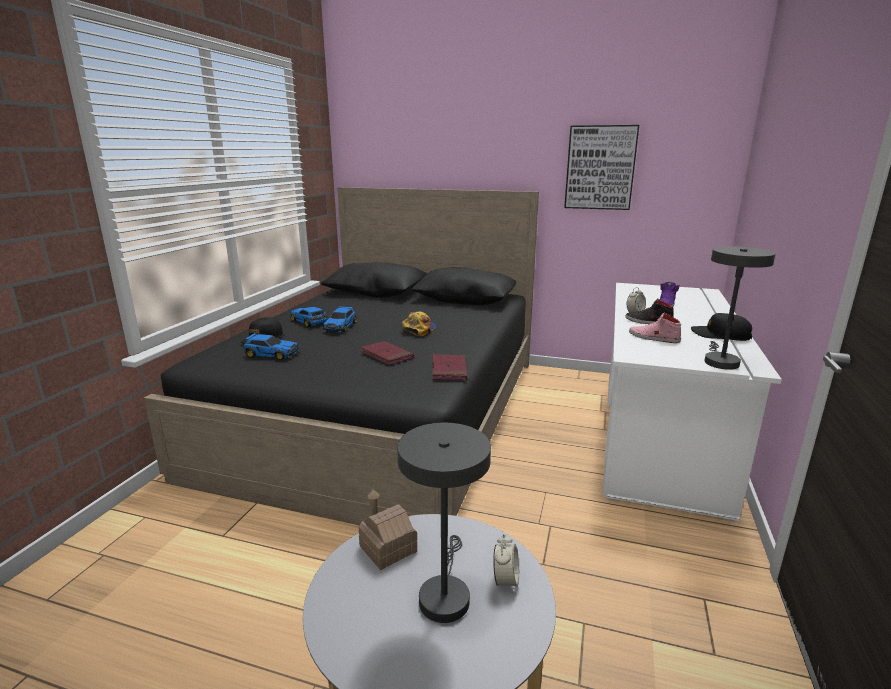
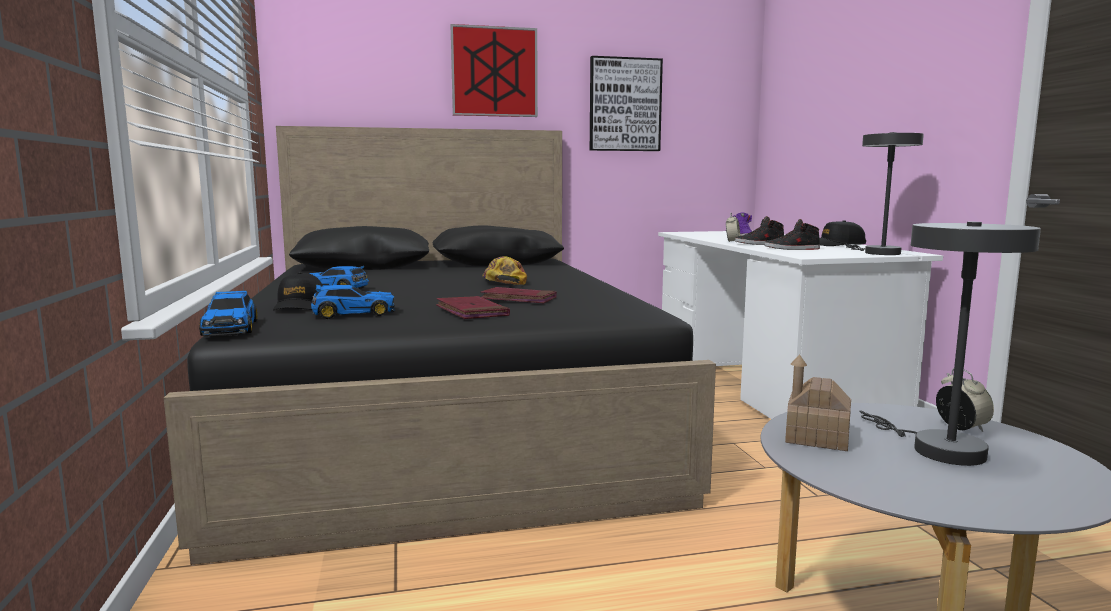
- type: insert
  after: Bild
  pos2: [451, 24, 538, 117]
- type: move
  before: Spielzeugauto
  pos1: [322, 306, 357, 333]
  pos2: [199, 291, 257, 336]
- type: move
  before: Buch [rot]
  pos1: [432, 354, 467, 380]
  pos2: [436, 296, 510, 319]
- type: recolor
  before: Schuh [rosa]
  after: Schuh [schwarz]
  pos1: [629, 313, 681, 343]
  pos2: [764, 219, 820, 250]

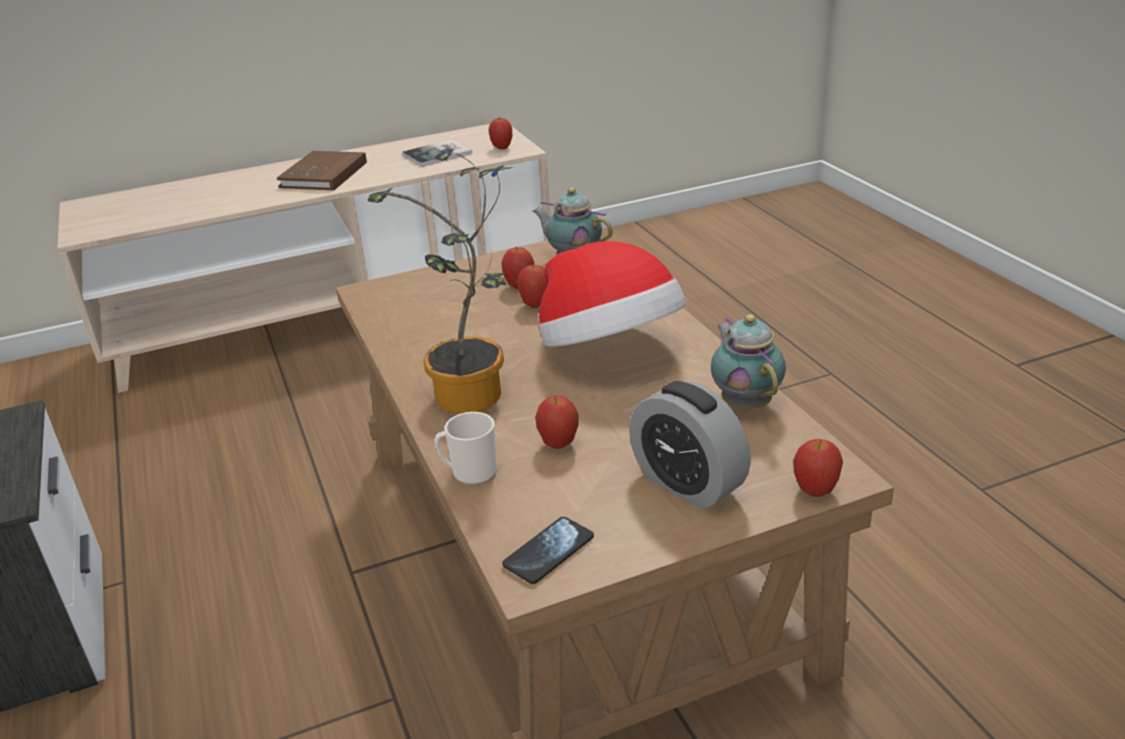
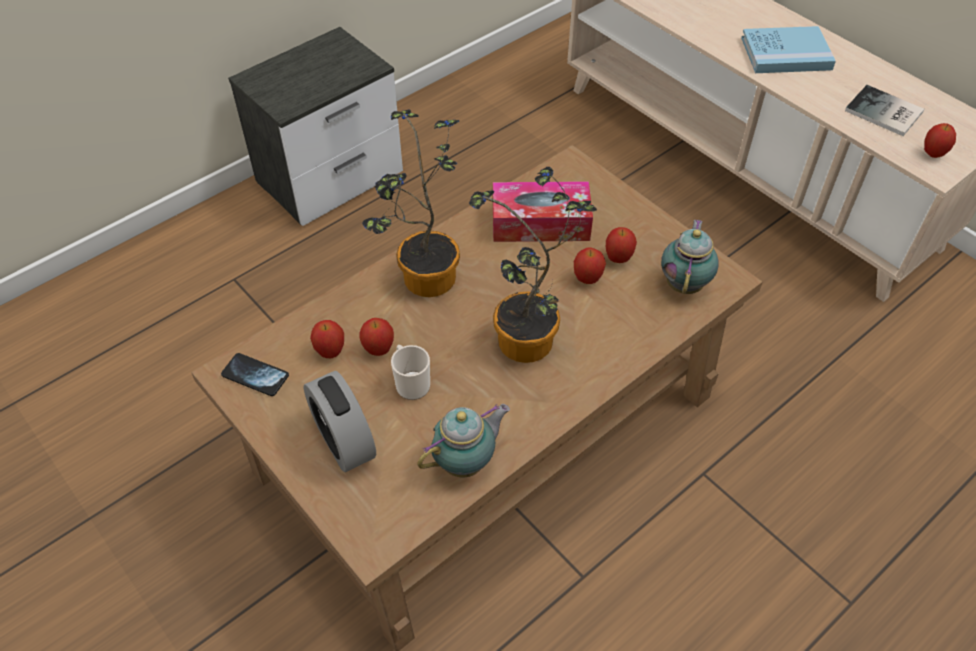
- type: insert
  after: Taschentuchbox
  pos2: [493, 181, 593, 242]
- type: move
  before: Henkelbecher
  pos1: [434, 412, 497, 485]
  pos2: [391, 345, 430, 400]
- type: move
  before: Apfel
  pos1: [793, 439, 843, 497]
  pos2: [310, 320, 344, 358]
- type: replace
  before: Hut
  after: Topfpflanze
  pos1: [539, 241, 686, 347]
  pos2: [469, 167, 597, 363]
- type: recolor
  before: Buch [braun]
  after: Buch [blau]
  pos1: [277, 151, 367, 190]
  pos2: [741, 26, 836, 73]
- type: rotate
  before: Wecker
  pos1: [629, 381, 751, 510]
  pos2: [304, 371, 376, 472]
  turn: -60

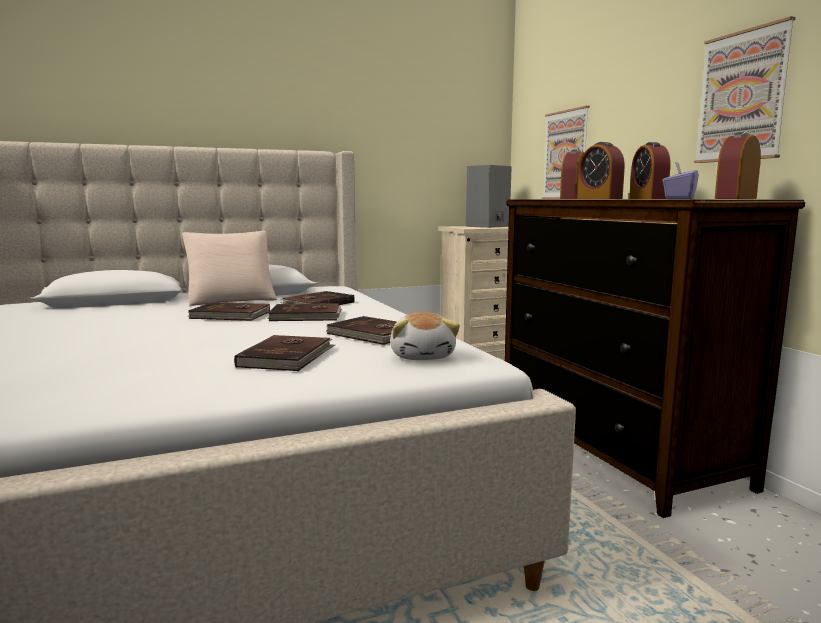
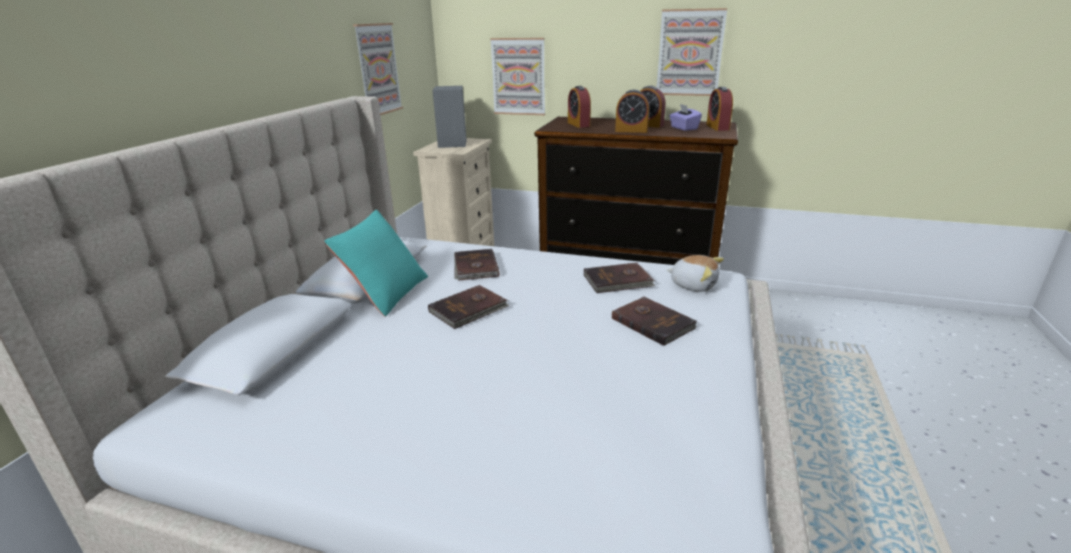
- type: delete
  before: Buch [braun]
  pos1: [268, 303, 342, 321]
- type: insert
  after: Bild
  pos2: [353, 23, 403, 115]
- type: recolor
  before: Kissen [beige]
  after: Kissen [türkis]
  pos1: [182, 231, 277, 306]
  pos2: [324, 210, 428, 316]

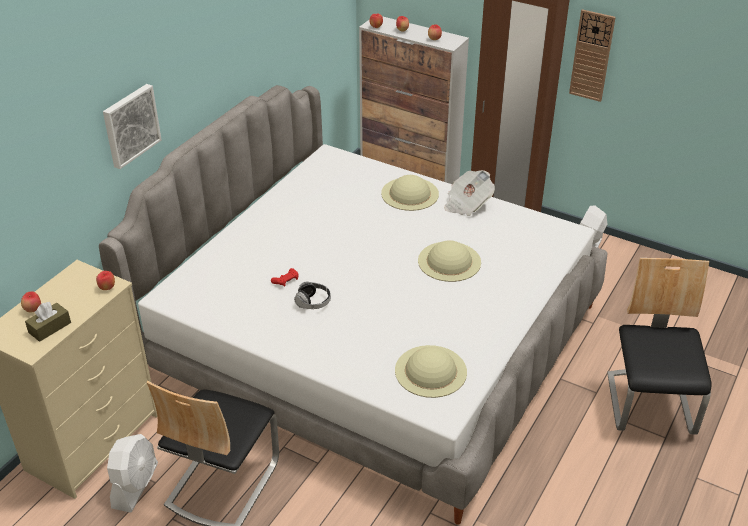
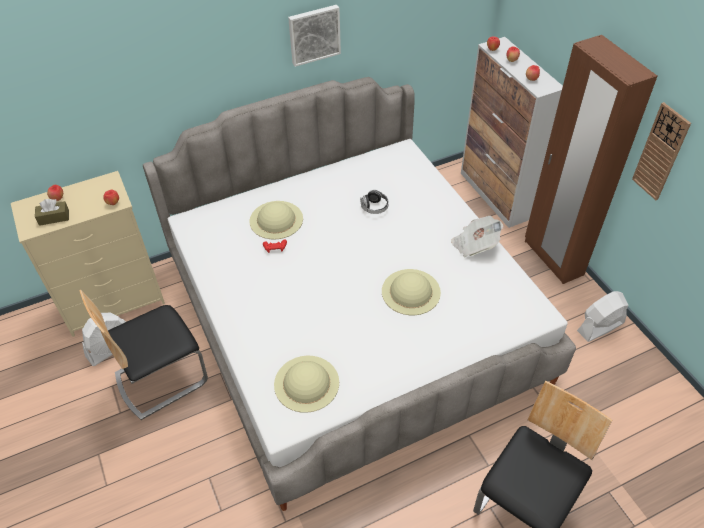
- type: move
  before: Bild
  pos1: [103, 84, 162, 169]
  pos2: [288, 5, 341, 67]
- type: move
  before: Kopfhörer
  pos1: [294, 282, 331, 309]
  pos2: [360, 190, 389, 214]
- type: move
  before: Hut [beige]
  pos1: [381, 175, 439, 211]
  pos2: [250, 201, 303, 240]

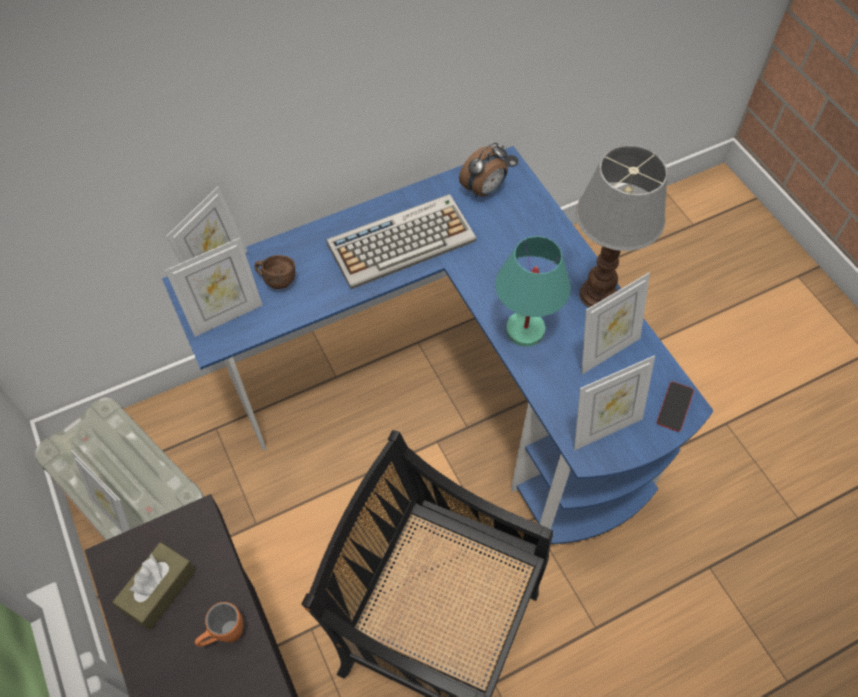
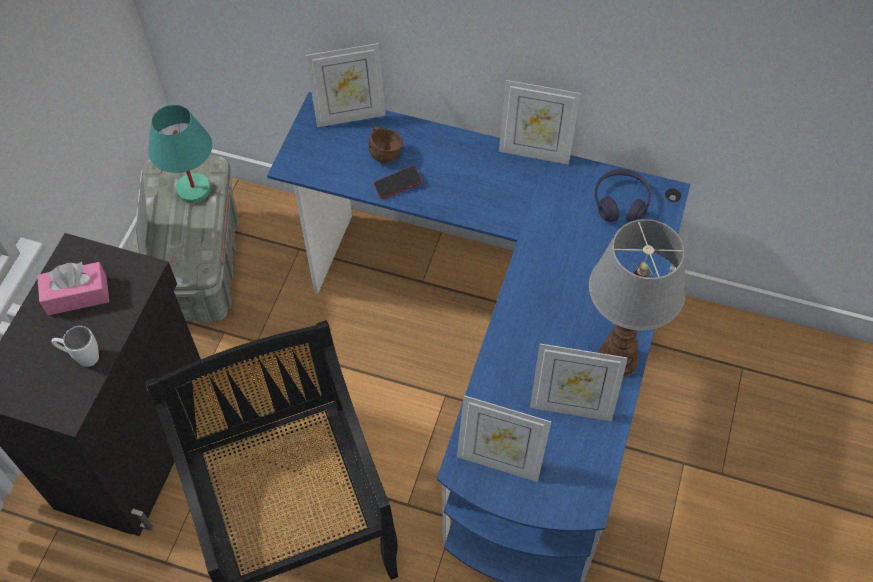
- type: delete
  before: Tastatur
  pos1: [326, 194, 476, 289]
- type: move
  before: Bilderrahmen
  pos1: [165, 238, 263, 337]
  pos2: [499, 80, 581, 165]
- type: move
  before: Tischlampe [türkis]
  pos1: [495, 236, 571, 347]
  pos2: [148, 105, 212, 203]
- type: move
  before: Handy
  pos1: [657, 381, 694, 432]
  pos2: [374, 166, 422, 199]
- type: replace
  before: Wecker
  after: Kopfhörer [lila]
  pos1: [459, 143, 508, 198]
  pos2: [595, 169, 651, 222]
- type: recolor
  before: Taschentuchbox [braun]
  after: Taschentuchbox [rosa]
  pos1: [113, 542, 196, 631]
  pos2: [37, 262, 109, 315]
- type: recolor
  before: Henkelbecher [orange]
  after: Henkelbecher [weiß]
  pos1: [195, 602, 243, 647]
  pos2: [51, 326, 99, 367]

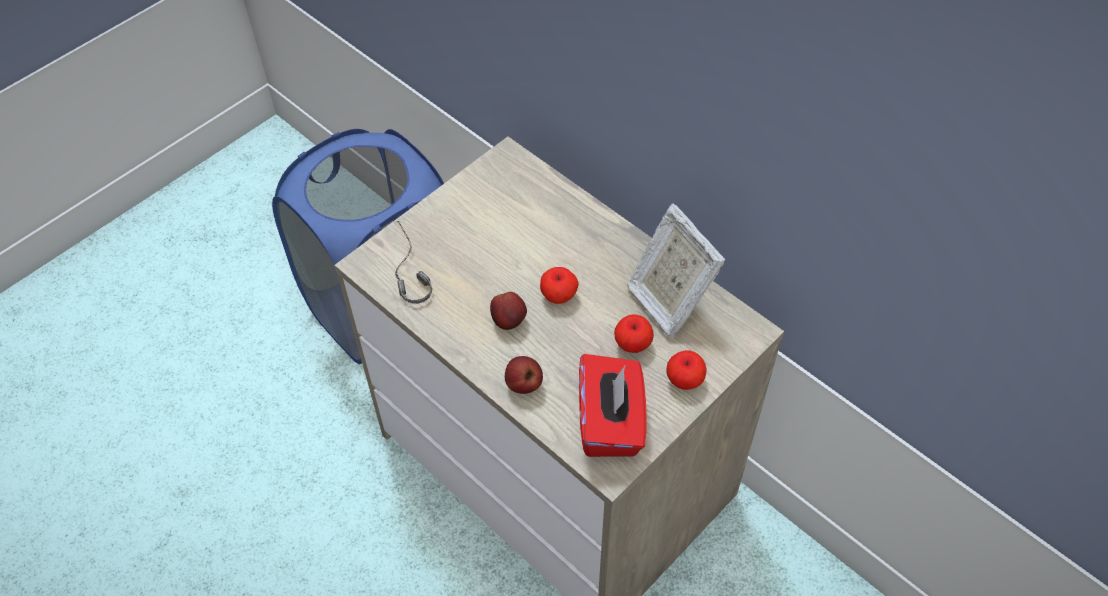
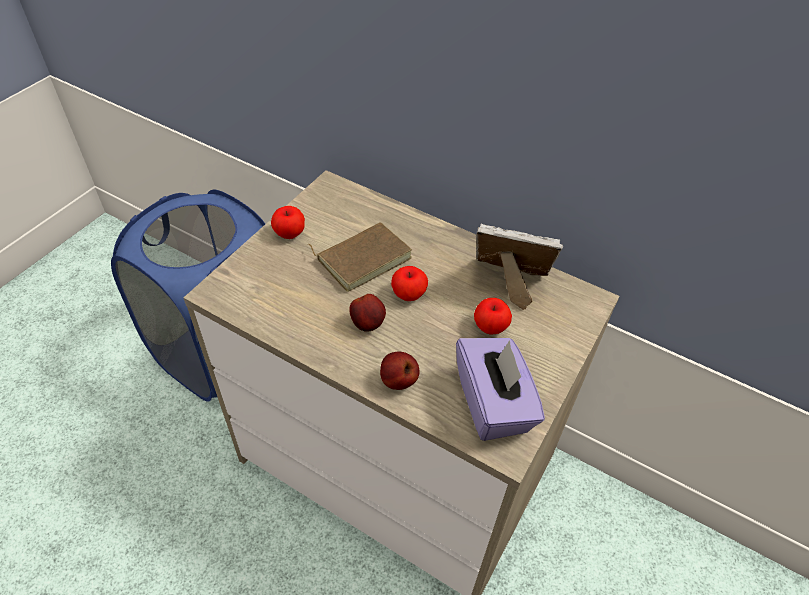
- type: delete
  before: Kopfhörer
  pos1: [395, 221, 432, 304]
- type: insert
  after: Buch [braun]
  pos2: [308, 222, 412, 292]
- type: move
  before: Apfel
  pos1: [667, 350, 706, 390]
  pos2: [271, 206, 305, 239]
- type: recolor
  before: Taschentuchbox [rot]
  after: Taschentuchbox [lila]
  pos1: [579, 354, 647, 457]
  pos2: [456, 338, 545, 441]
- type: rotate
  before: Bilderrahmen
  pos1: [627, 204, 726, 338]
  pos2: [476, 224, 563, 310]
  turn: 150

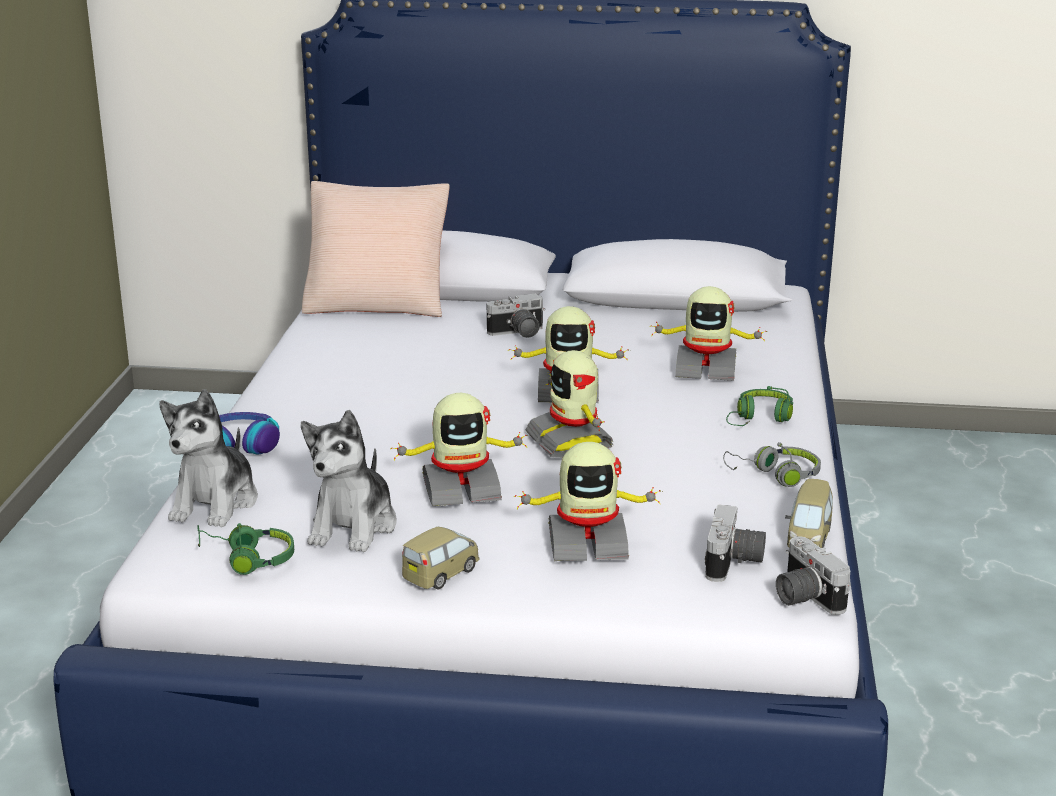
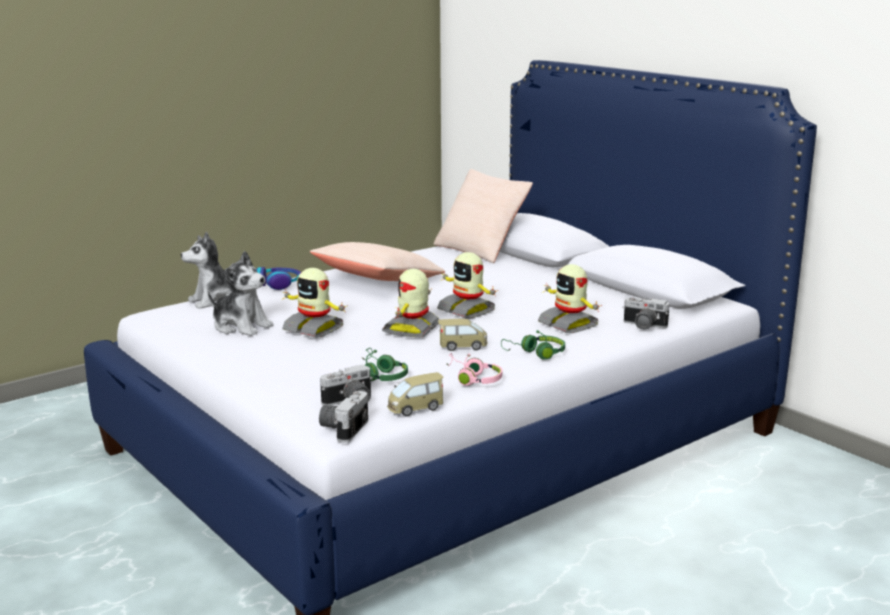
- type: delete
  before: Spielzeugroboter
  pos1: [514, 442, 662, 561]
- type: insert
  after: Kissen [beige]
  pos2: [310, 242, 445, 281]
- type: move
  before: Kopfhörer [grün]
  pos1: [198, 523, 294, 575]
  pos2: [362, 348, 408, 381]
- type: move
  before: Spielzeugauto
  pos1: [402, 527, 480, 590]
  pos2: [438, 319, 488, 351]
- type: move
  before: Kamera
  pos1: [487, 293, 545, 338]
  pos2: [622, 297, 670, 330]
- type: recolor
  before: Kopfhörer [grau]
  after: Kopfhörer [rosa]
  pos1: [723, 442, 821, 487]
  pos2: [447, 353, 502, 386]
- type: rotate
  before: Plüschtier
  pos1: [301, 410, 397, 552]
  pos2: [208, 251, 274, 336]
  turn: -120

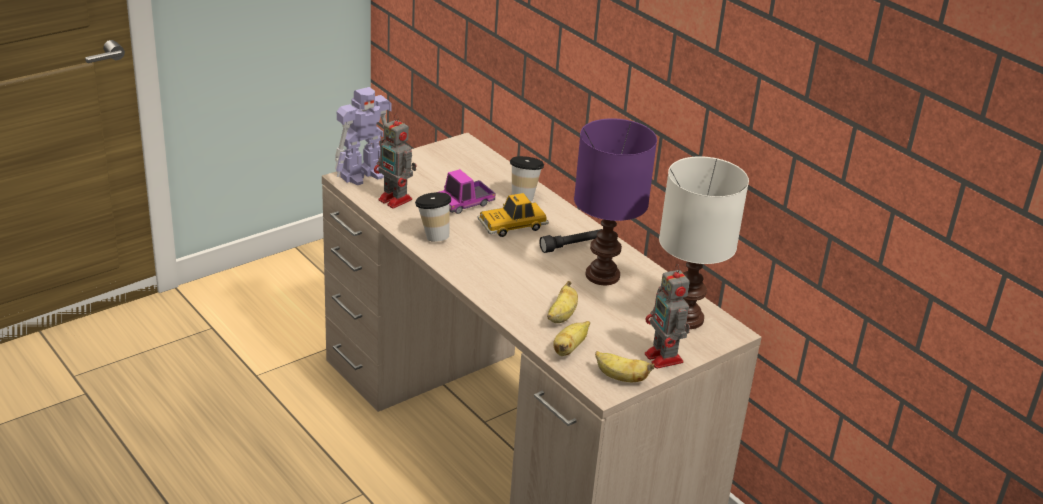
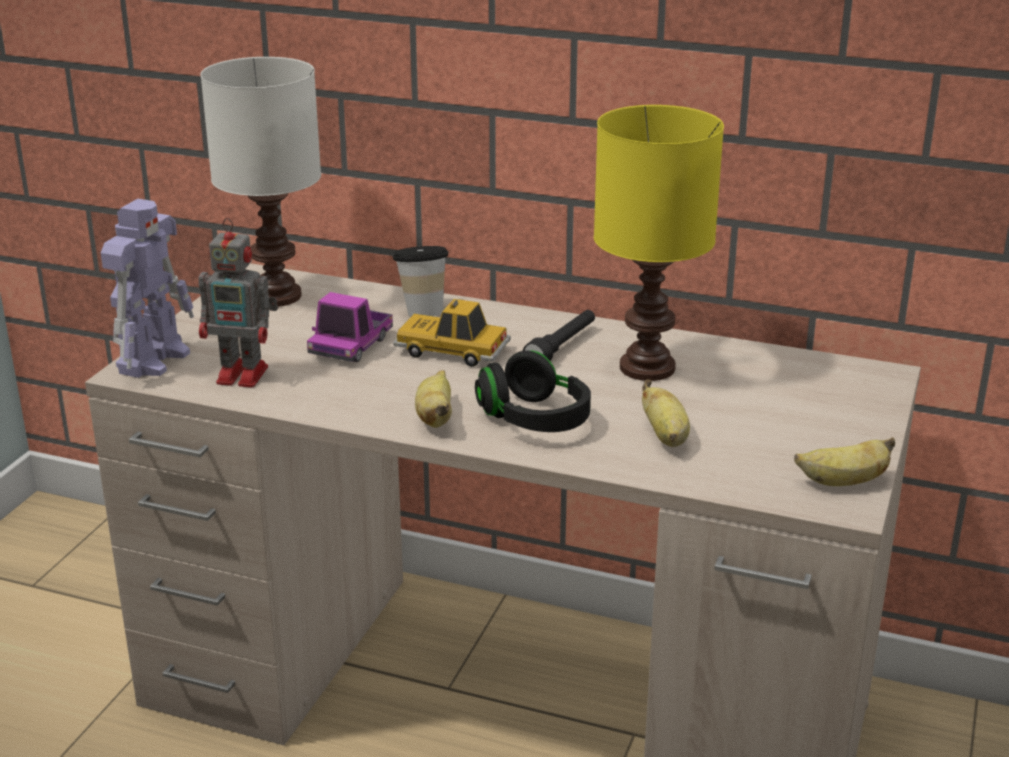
- type: delete
  before: Tasse
  pos1: [415, 192, 451, 242]
- type: delete
  before: Spielzeugroboter
  pos1: [645, 264, 690, 369]
- type: insert
  after: Kopfhörer [schwarz]
  pos2: [475, 351, 591, 432]
- type: move
  before: Banane
  pos1: [553, 321, 590, 356]
  pos2: [415, 370, 452, 428]
- type: move
  before: Tischlampe [weiß]
  pos1: [659, 156, 749, 329]
  pos2: [200, 57, 321, 307]
- type: recolor
  before: Tischlampe [lila]
  after: Tischlampe [gelb]
  pos1: [574, 118, 657, 285]
  pos2: [594, 105, 724, 381]
- type: rotate
  before: Spielzeugauto
  pos1: [477, 193, 549, 237]
  pos2: [393, 299, 511, 367]
  turn: 75

